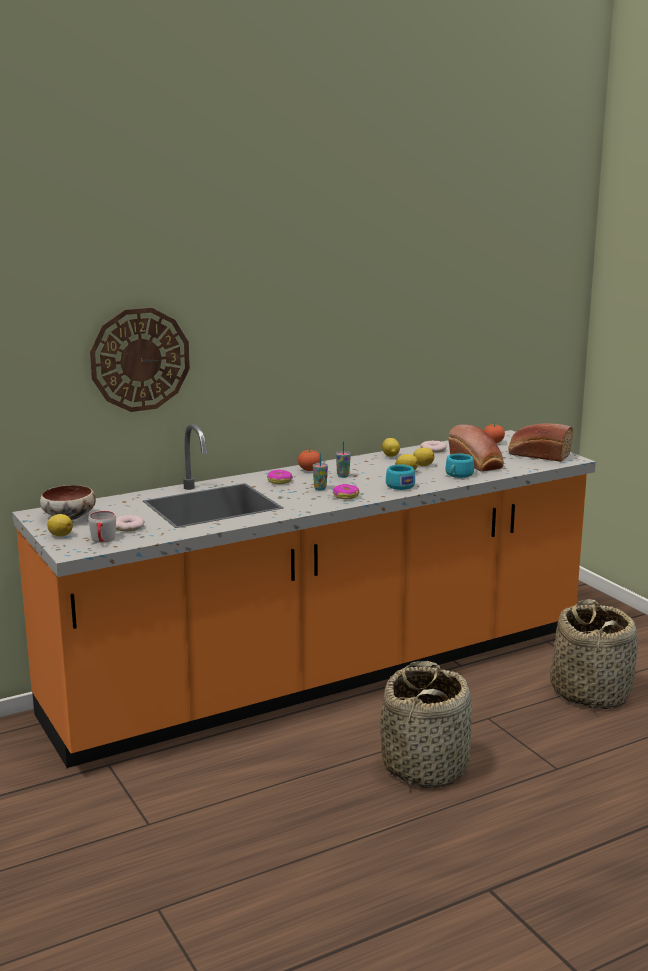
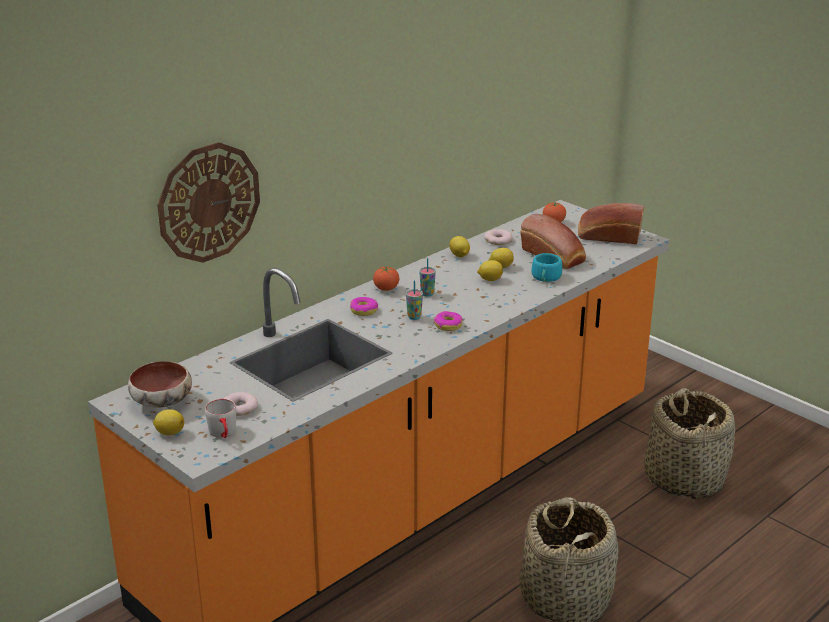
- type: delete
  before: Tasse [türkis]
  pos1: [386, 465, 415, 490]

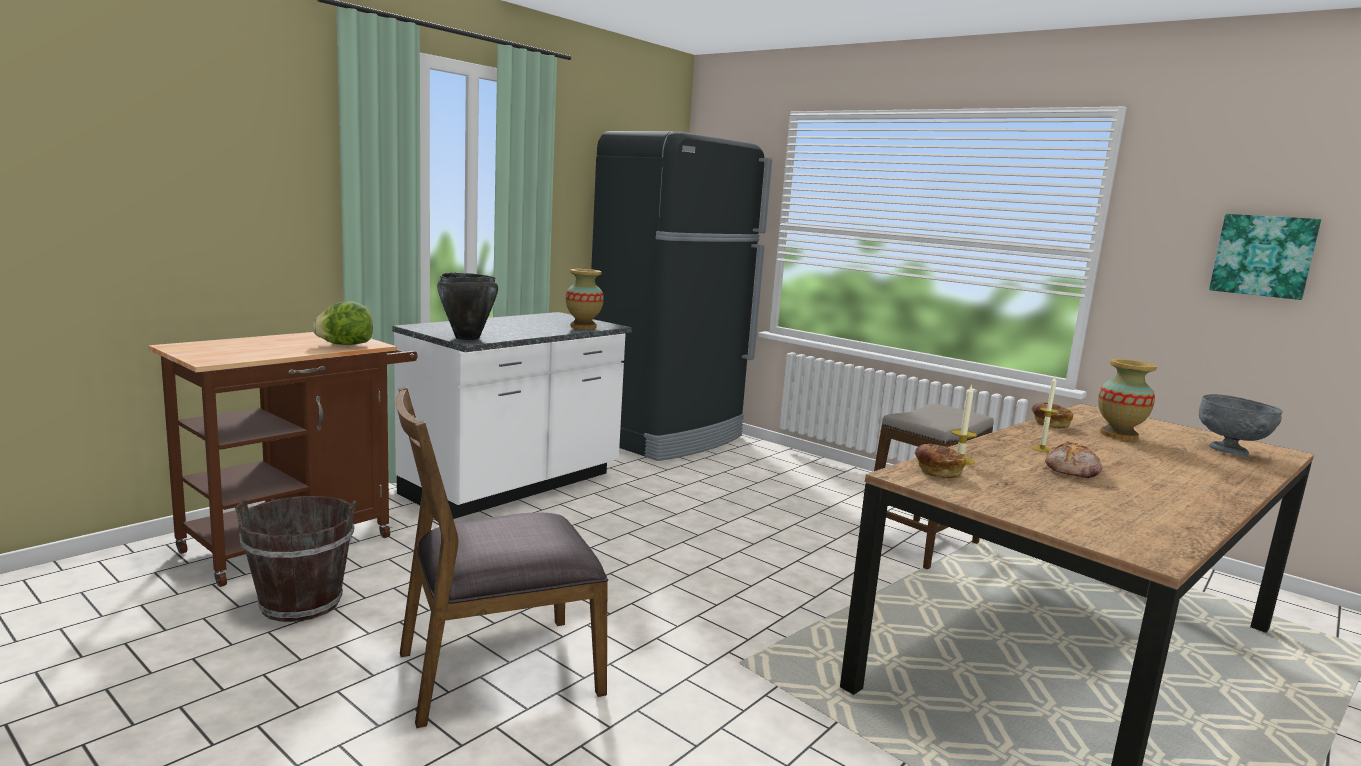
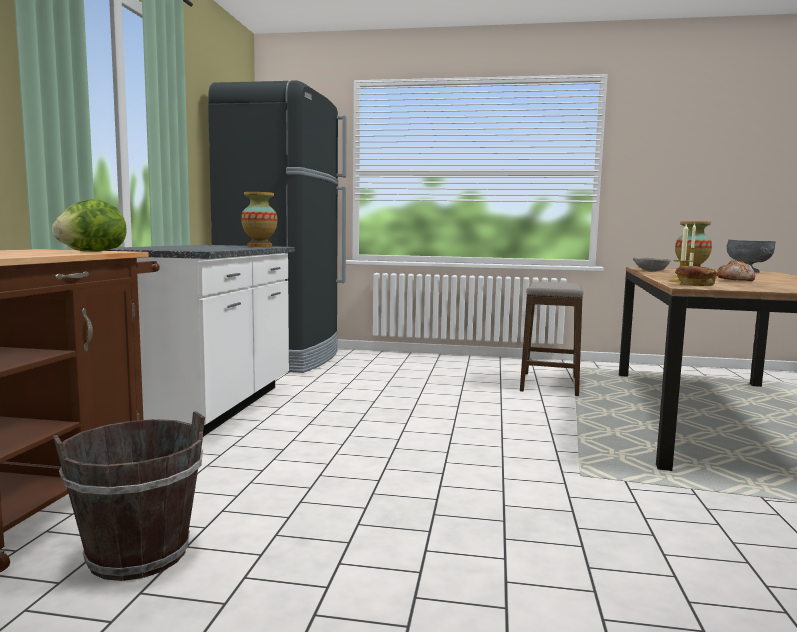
- type: delete
  before: Stuhl [braun]
  pos1: [396, 387, 608, 728]
- type: delete
  before: Kochtopf [schwarz]
  pos1: [437, 273, 498, 340]
- type: delete
  before: Bild
  pos1: [1209, 214, 1321, 300]
- type: replace
  before: Brot
  after: Schüssel [grau]
  pos1: [1032, 402, 1073, 429]
  pos2: [633, 258, 671, 272]

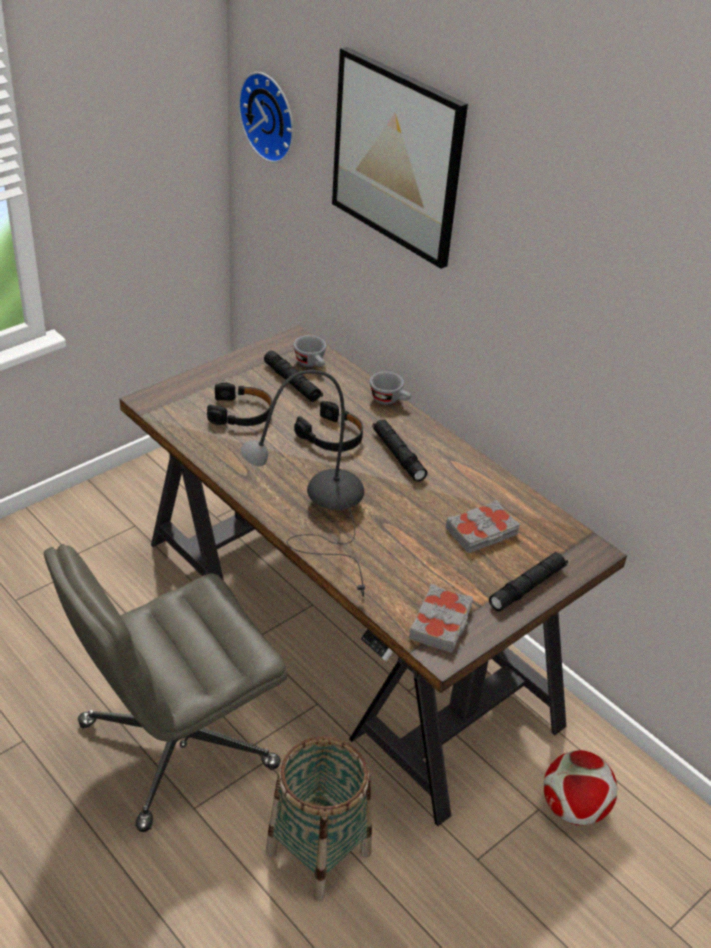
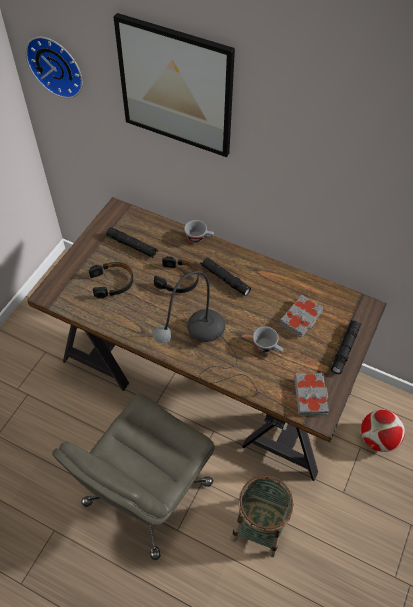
- type: move
  before: Tasse [grau]
  pos1: [293, 335, 326, 367]
  pos2: [253, 326, 283, 353]

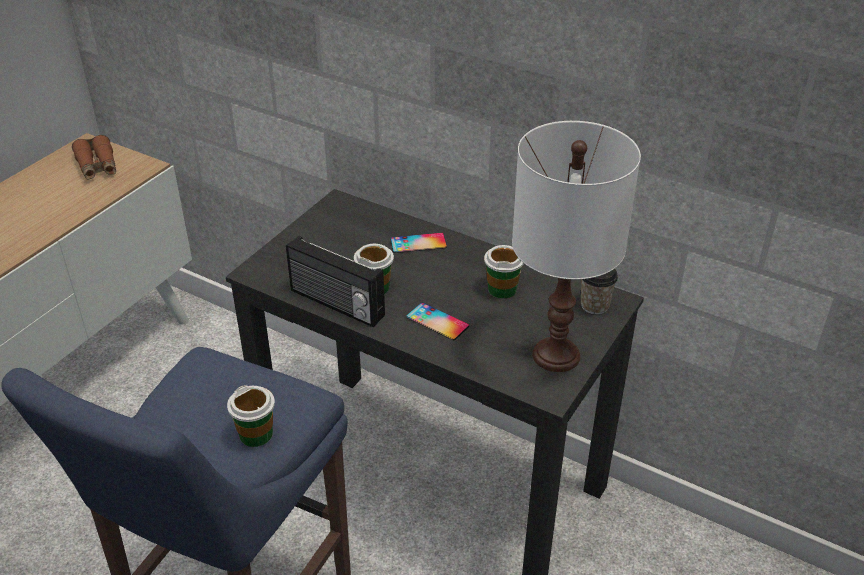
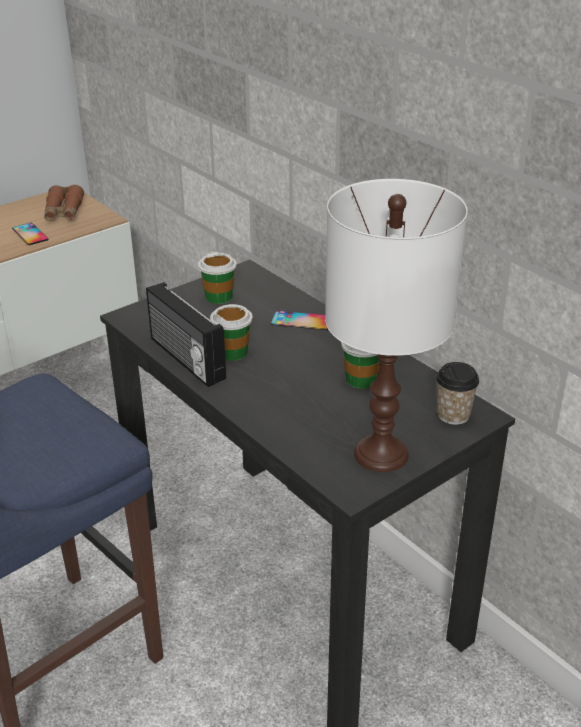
- type: move
  before: Tasse
  pos1: [227, 385, 275, 447]
  pos2: [198, 251, 237, 304]
- type: move
  before: Handy
  pos1: [406, 302, 469, 340]
  pos2: [12, 223, 49, 245]

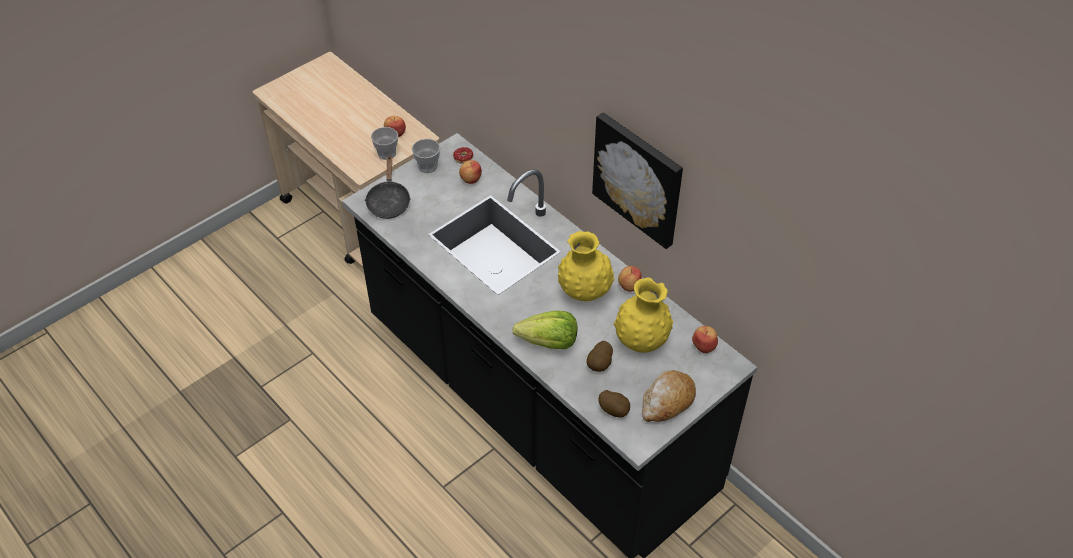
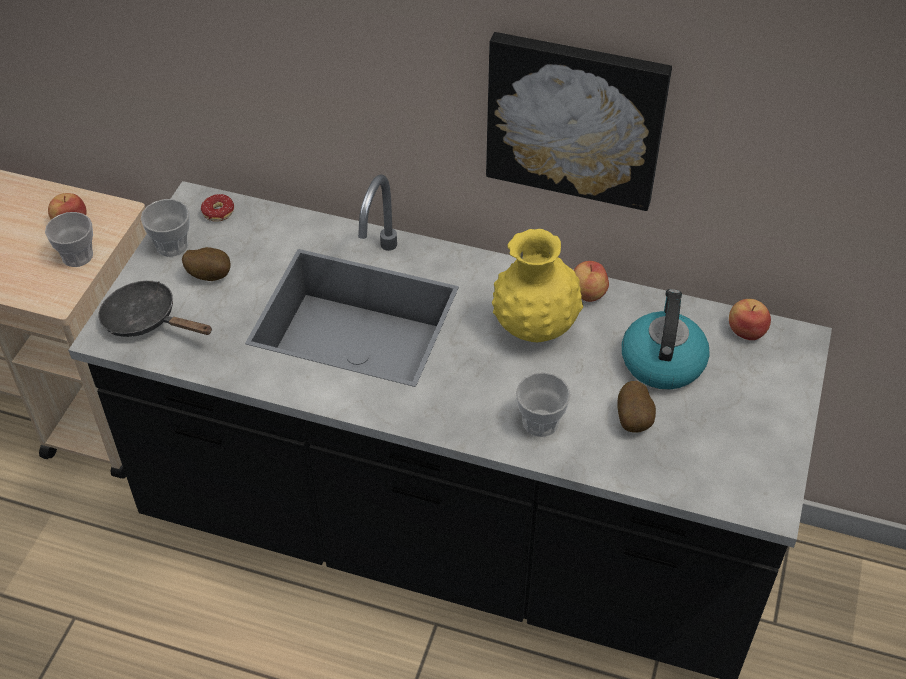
- type: delete
  before: Apfel
  pos1: [459, 160, 482, 184]
- type: delete
  before: Brot
  pos1: [642, 370, 696, 422]
- type: move
  before: Kartoffel
  pos1: [599, 390, 630, 418]
  pos2: [182, 247, 231, 281]
- type: replace
  before: Salatkopf
  after: Tasse
  pos1: [512, 311, 578, 349]
  pos2: [516, 372, 571, 437]
- type: replace
  before: Vase [gelb]
  after: Wasserkessel
  pos1: [614, 277, 673, 353]
  pos2: [622, 289, 710, 390]
- type: rotate
  before: Pfanne [schwarz]
  pos1: [365, 155, 411, 219]
  pos2: [98, 281, 212, 337]
  turn: 150

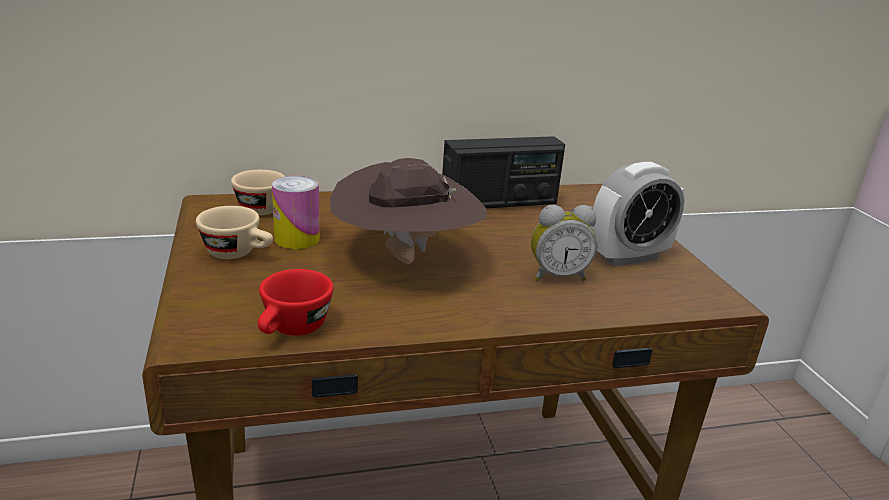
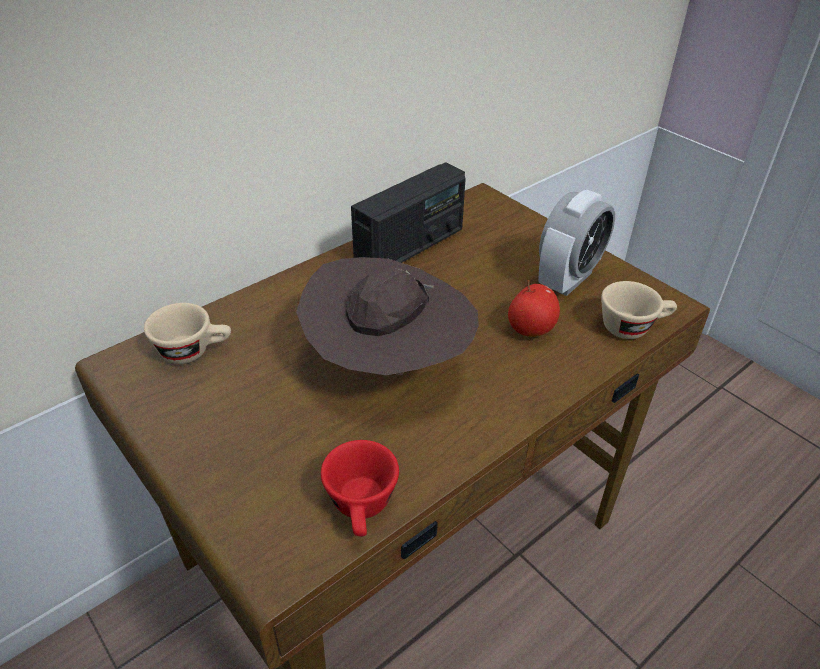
- type: delete
  before: Dose
  pos1: [272, 176, 320, 249]
- type: move
  before: Tasse [beige]
  pos1: [196, 206, 273, 259]
  pos2: [601, 281, 677, 339]
- type: replace
  before: Wecker
  after: Apfel
  pos1: [531, 205, 597, 281]
  pos2: [508, 280, 560, 337]

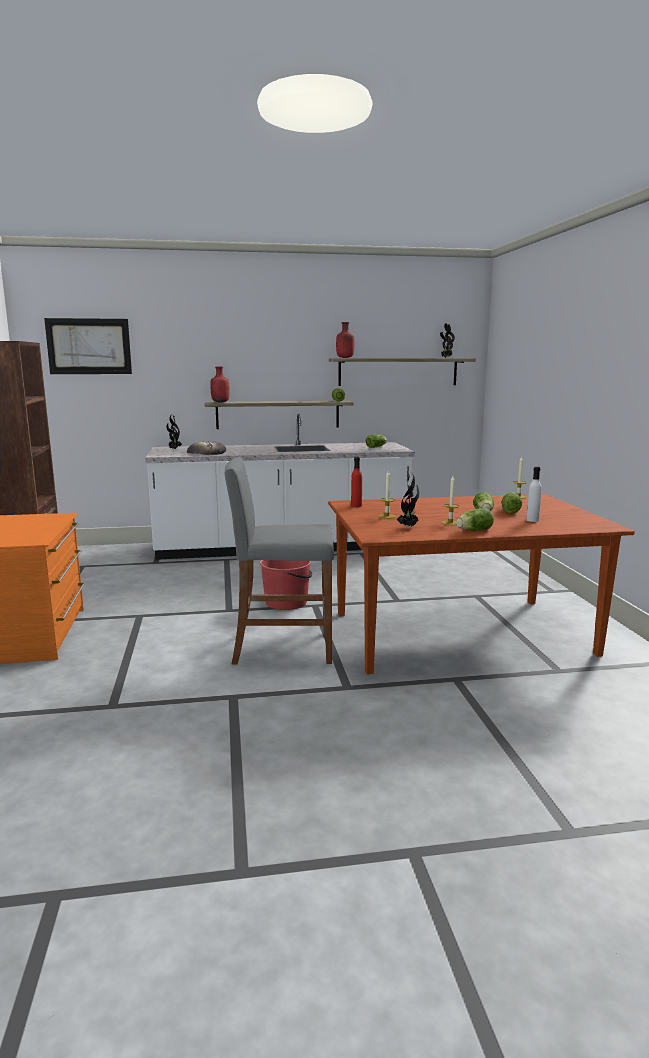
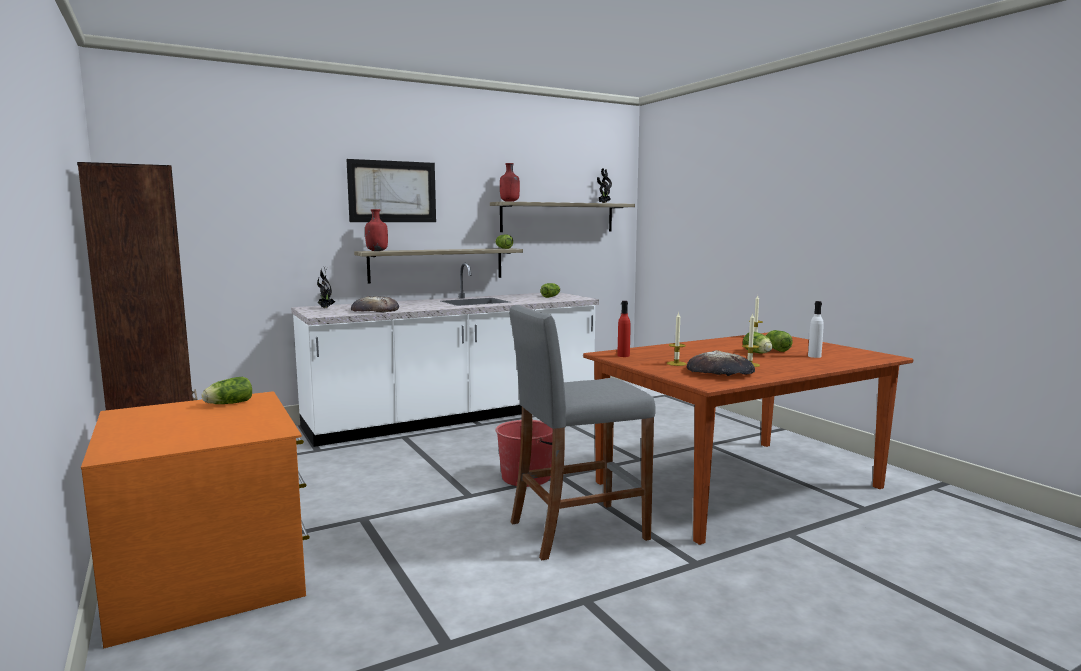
- type: move
  before: Bild
  pos1: [44, 318, 132, 374]
  pos2: [346, 159, 436, 222]
- type: move
  before: Salatkopf
  pos1: [456, 508, 494, 531]
  pos2: [202, 377, 252, 404]
- type: replace
  before: Topfpflanze
  after: Brot
  pos1: [397, 471, 419, 527]
  pos2: [687, 350, 755, 376]

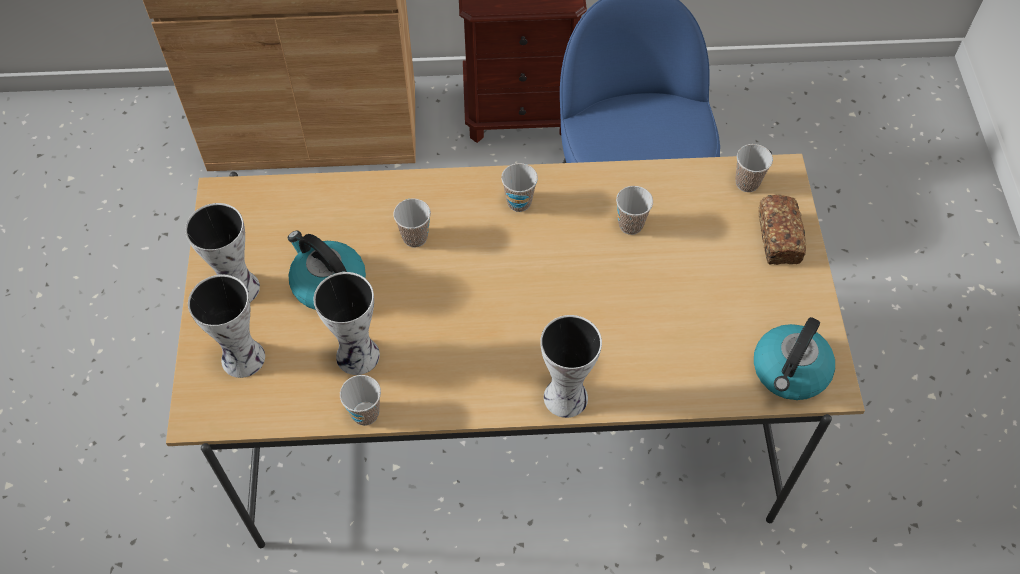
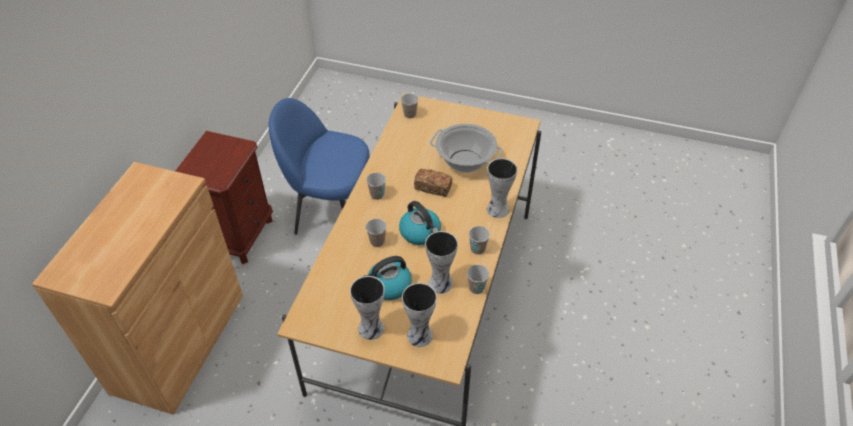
- type: insert
  after: Kochtopf
  pos2: [430, 124, 503, 173]
- type: move
  before: Tasse
  pos1: [616, 186, 653, 235]
  pos2: [469, 226, 490, 255]
- type: move
  before: Wasserkessel
  pos1: [754, 317, 835, 400]
  pos2: [399, 201, 441, 245]
- type: move
  before: Brot
  pos1: [759, 195, 806, 265]
  pos2: [414, 169, 452, 197]

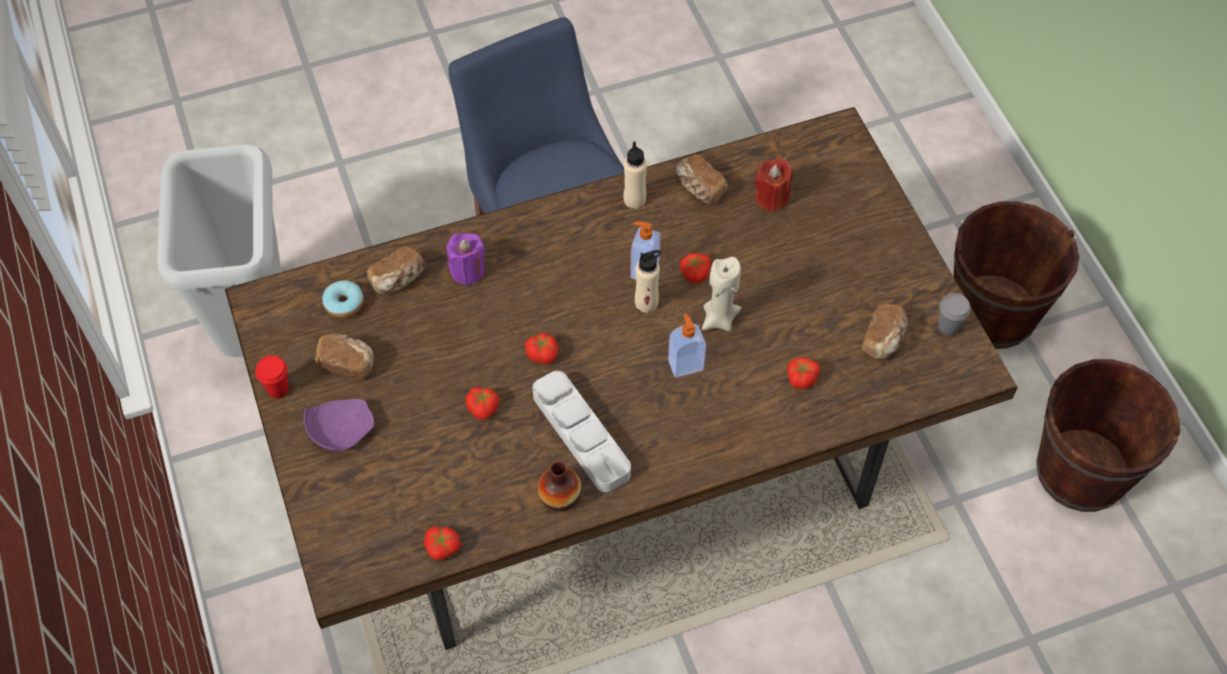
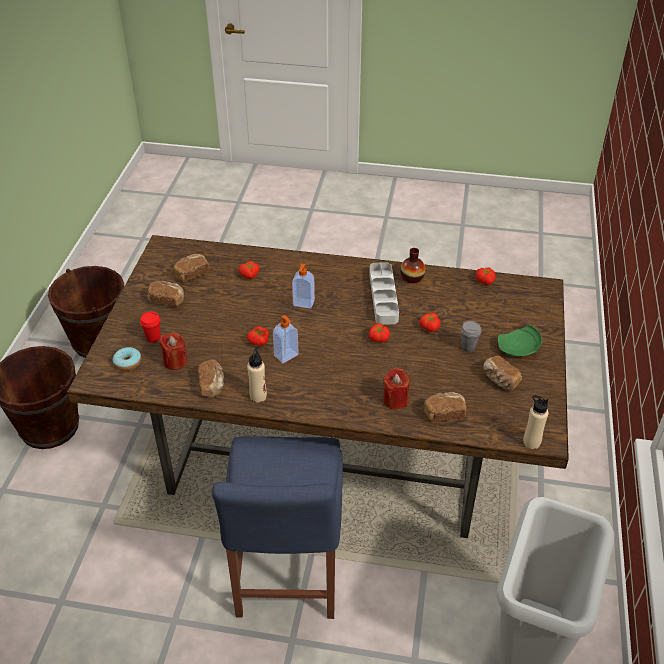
- type: delete
  before: Kerze [beige]
  pos1: [702, 257, 741, 331]
- type: insert
  after: Brot
  pos2: [147, 281, 184, 307]
- type: move
  before: Tasse [rot]
  pos1: [255, 355, 289, 398]
  pos2: [140, 312, 161, 343]
- type: move
  before: Donut
  pos1: [322, 280, 364, 318]
  pos2: [113, 347, 141, 371]
- type: move
  before: Flasche [beige]
  pos1: [635, 250, 661, 313]
  pos2: [523, 395, 548, 449]
- type: move
  before: Tasse [grau]
  pos1: [938, 293, 970, 336]
  pos2: [461, 321, 481, 352]
- type: recolor
  before: Teller [lila]
  after: Teller [grün]
  pos1: [304, 399, 374, 451]
  pos2: [498, 324, 542, 357]
- type: recolor
  before: Kerze [lila]
  after: Kerze [rot]
  pos1: [446, 233, 485, 285]
  pos2: [383, 368, 410, 410]

